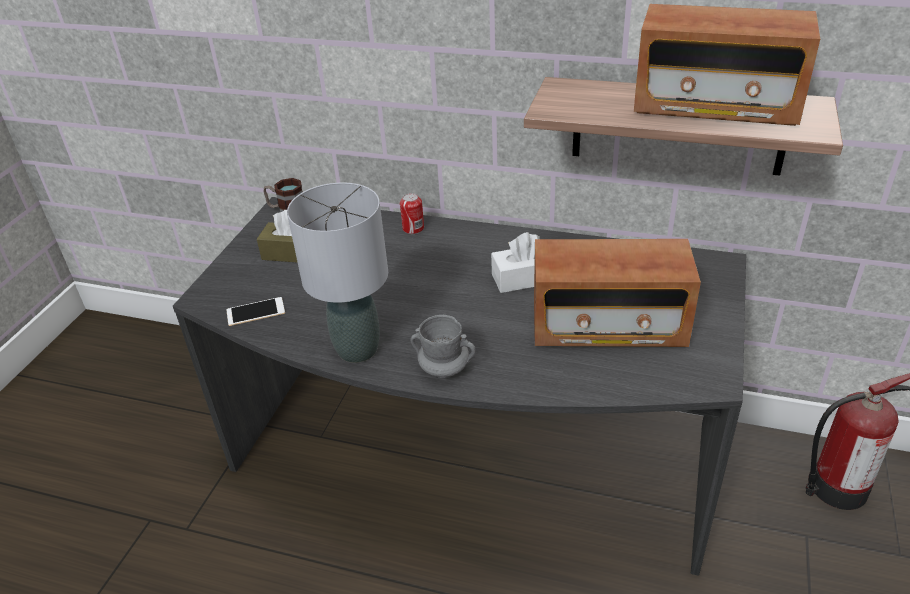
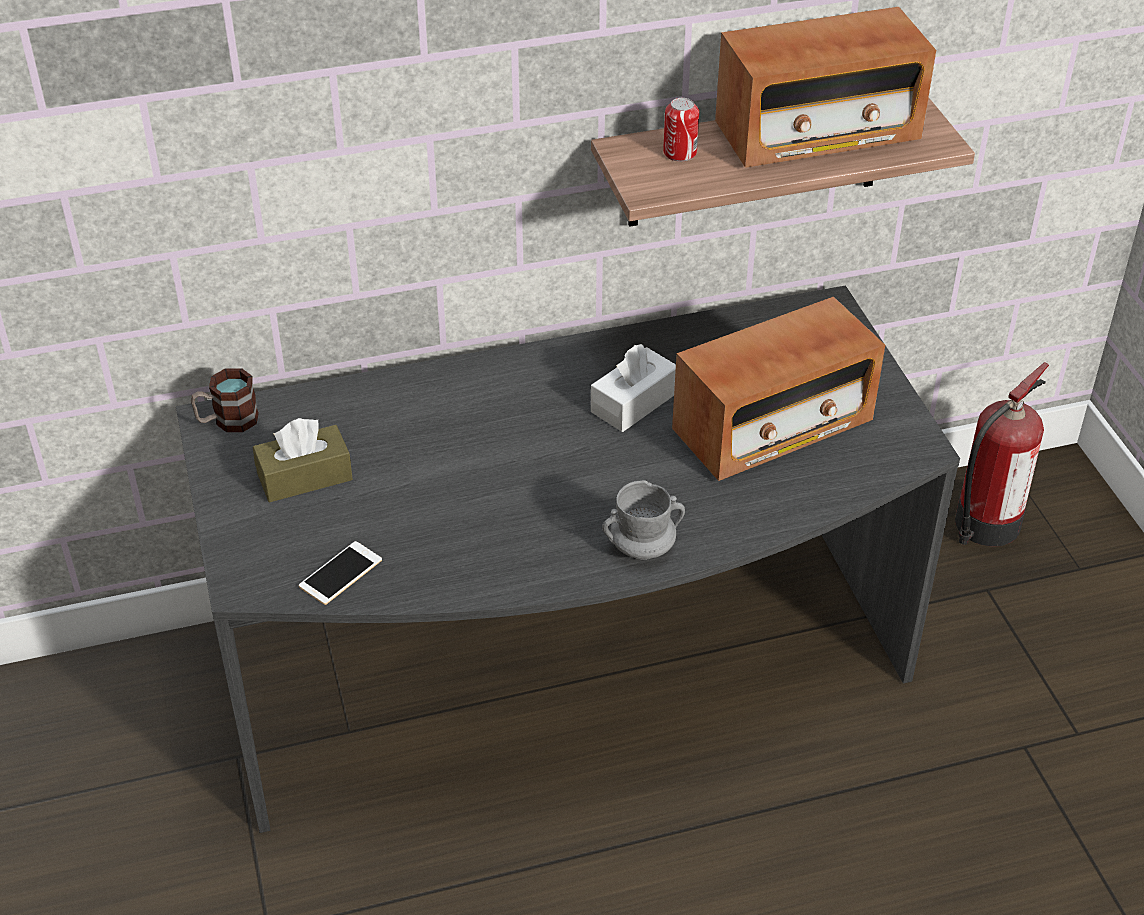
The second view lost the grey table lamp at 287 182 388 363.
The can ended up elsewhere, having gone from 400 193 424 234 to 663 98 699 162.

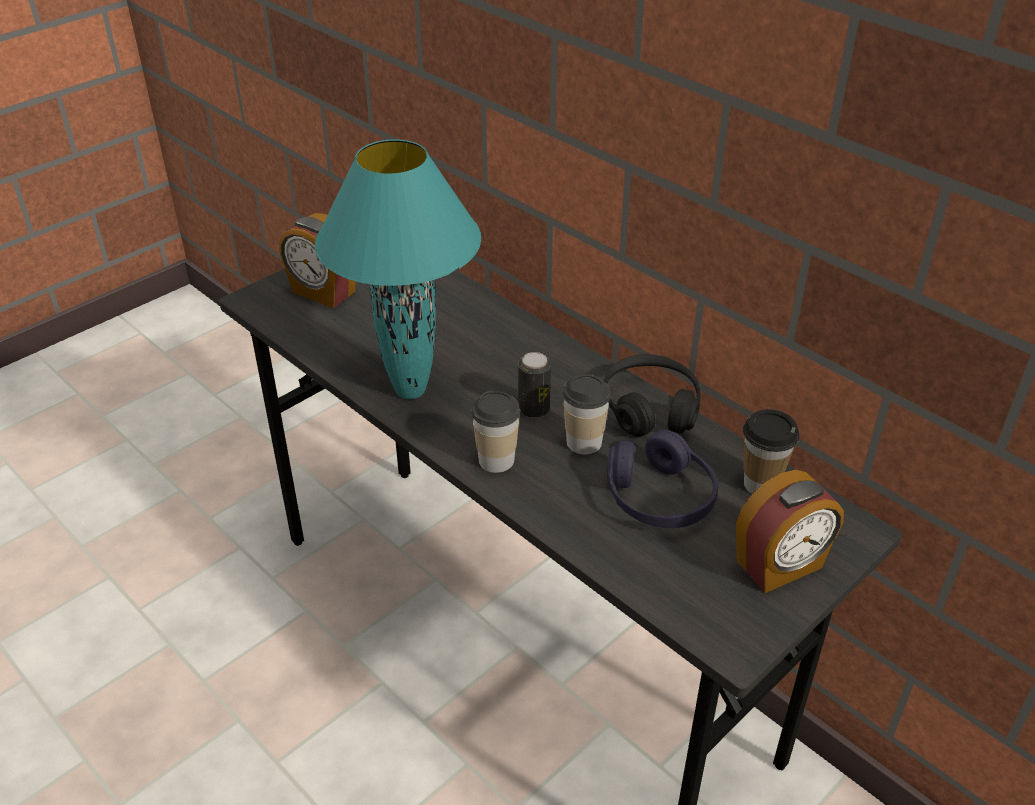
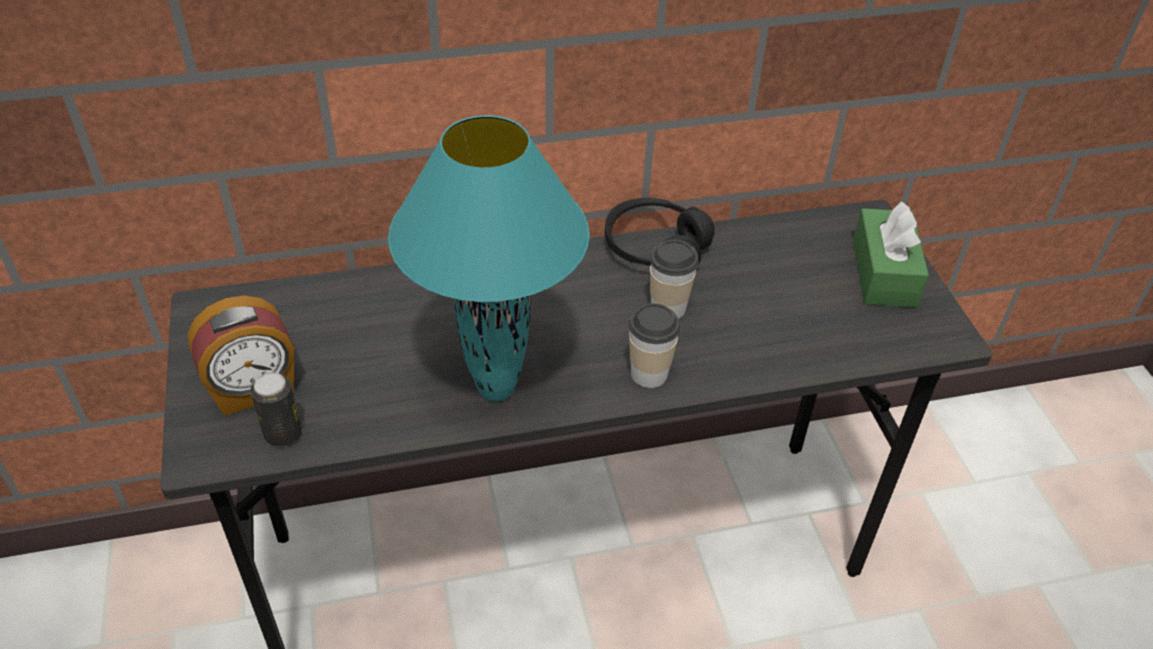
The second view lost the purple headphones at 607 430 718 528.
The second view lost the cup at 743 409 799 493.
The can ended up elsewhere, having gone from 518 352 551 418 to 250 372 302 446.
Where the alarm clock stood at 736 470 844 593, the green tissue box came to stand at 853 201 929 308.

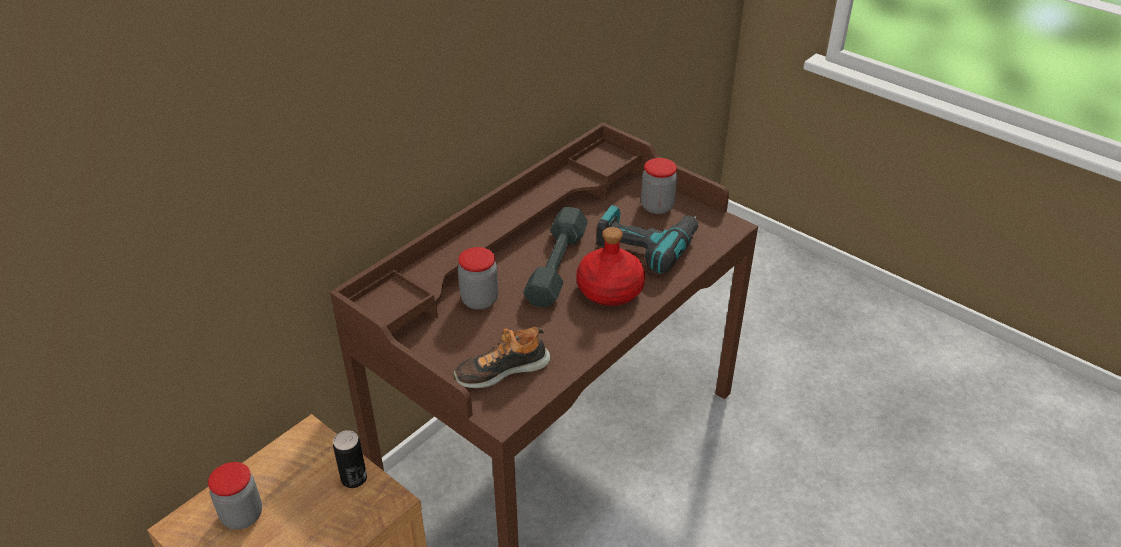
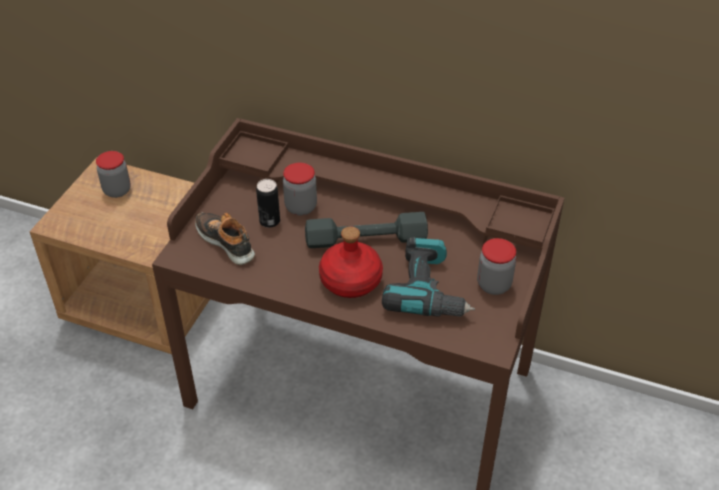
The can ended up elsewhere, having gone from 333 430 367 488 to 256 179 280 228.

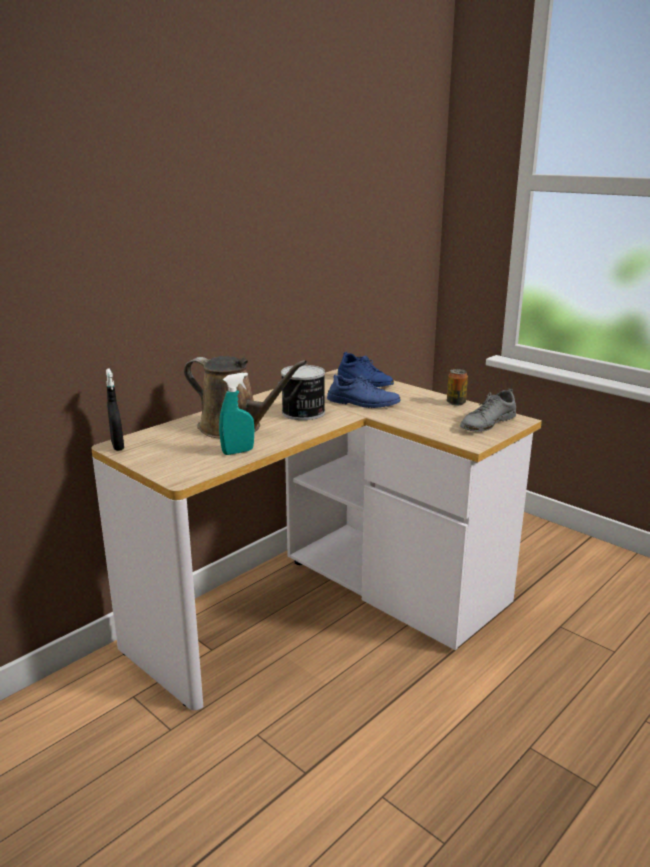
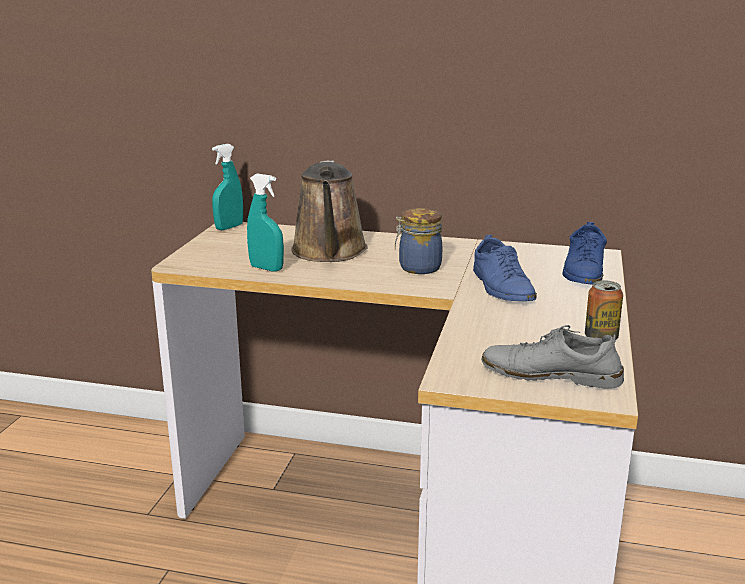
Where the can stood at 281 365 325 420, the jar came to stand at 395 208 442 274.
What was the black spray bottle at 106 368 124 451 turned into the turquoise spray bottle at 212 144 243 231.

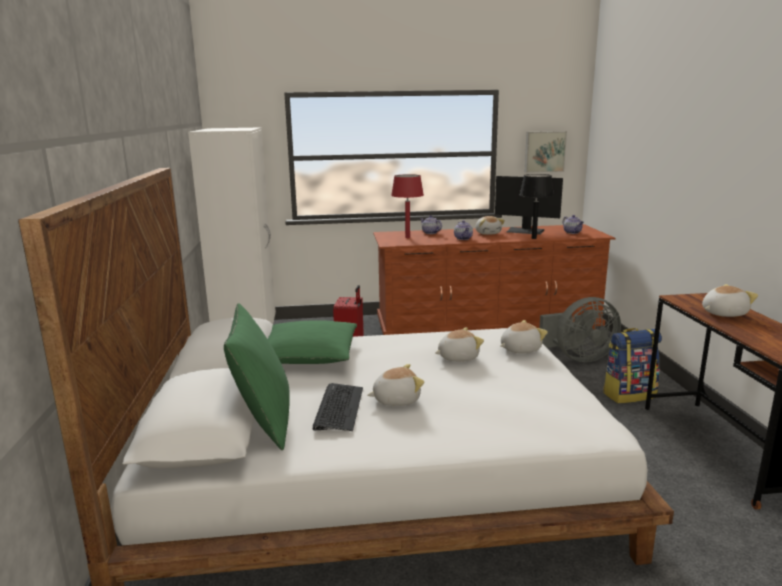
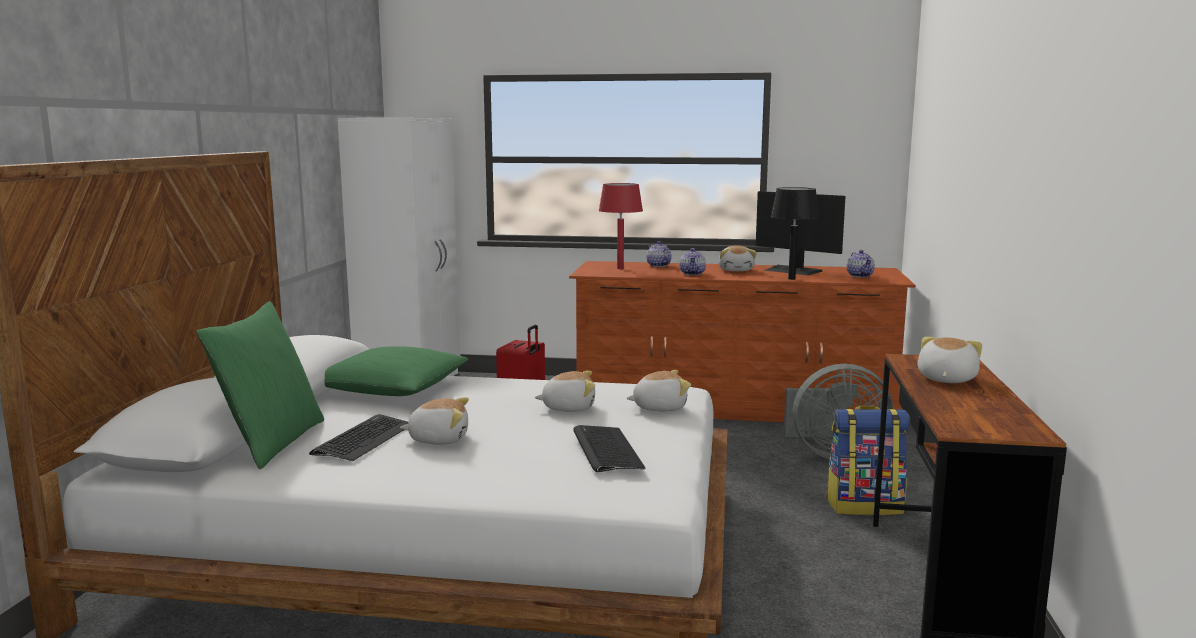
The second view lost the picture at 525 131 567 173.
The second view gained the keyboard at 573 425 645 472.
The plush toy at 702 284 758 317 ended up facing another way, 60 degrees counterclockwise from before.

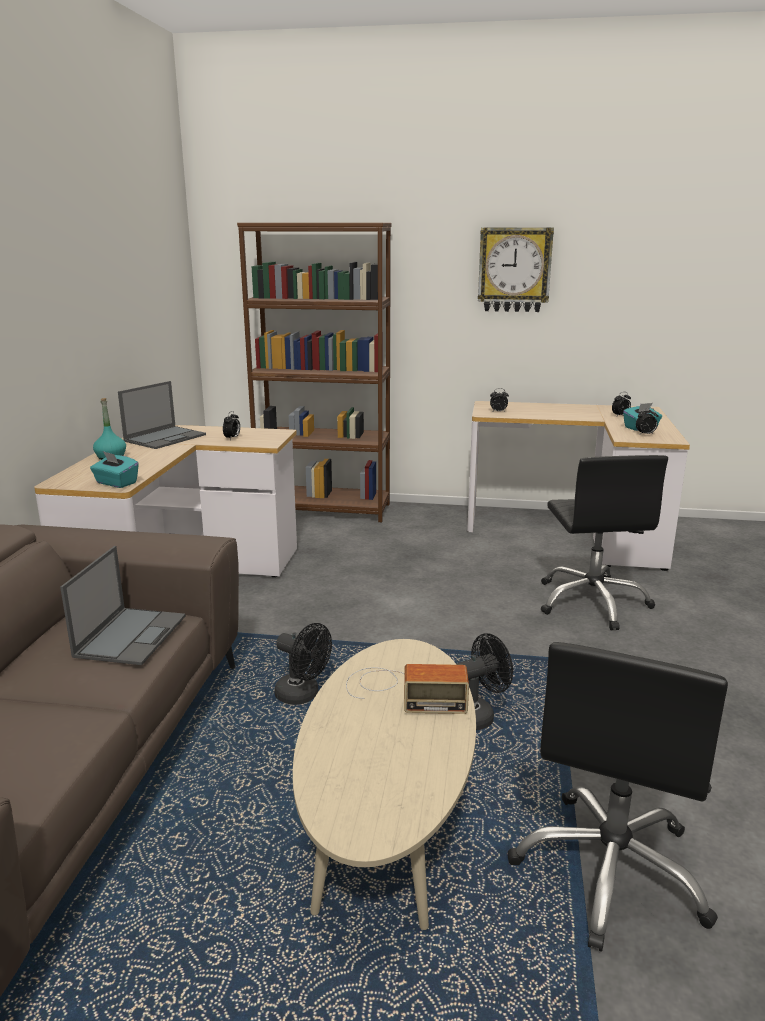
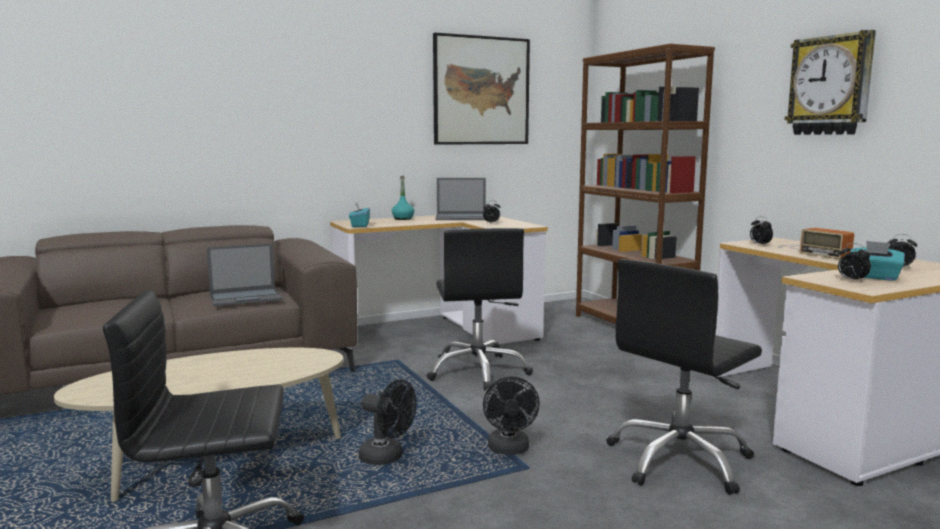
The second view gained the black office chair at 427 228 533 391.
The second view gained the picture at 433 33 530 145.
The black fan ended up elsewhere, having gone from 275 623 332 705 to 483 377 540 455.
The radio ended up elsewhere, having gone from 346 664 469 714 to 778 228 854 259.

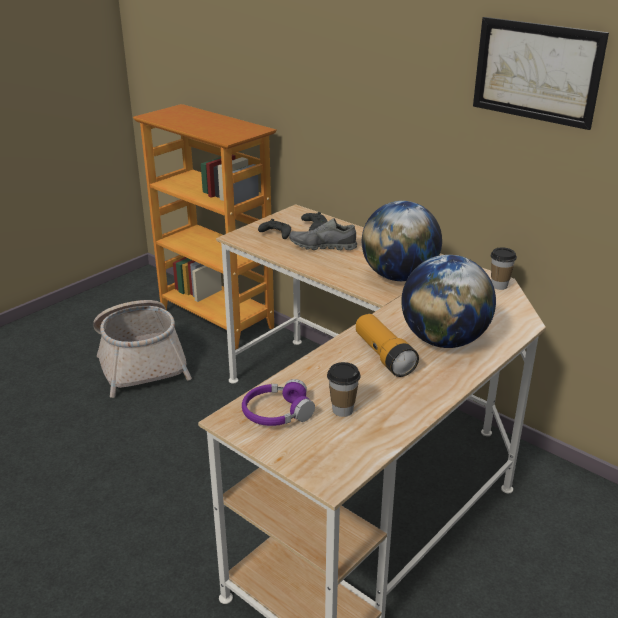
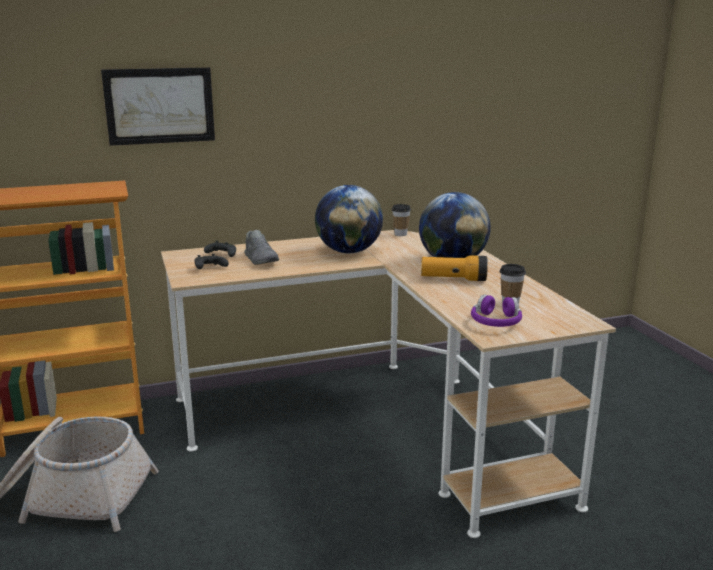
The picture ended up elsewhere, having gone from 473 17 609 130 to 101 67 215 146.
The grey shoe at 289 218 357 250 ended up facing another way, 60 degrees counterclockwise from before.

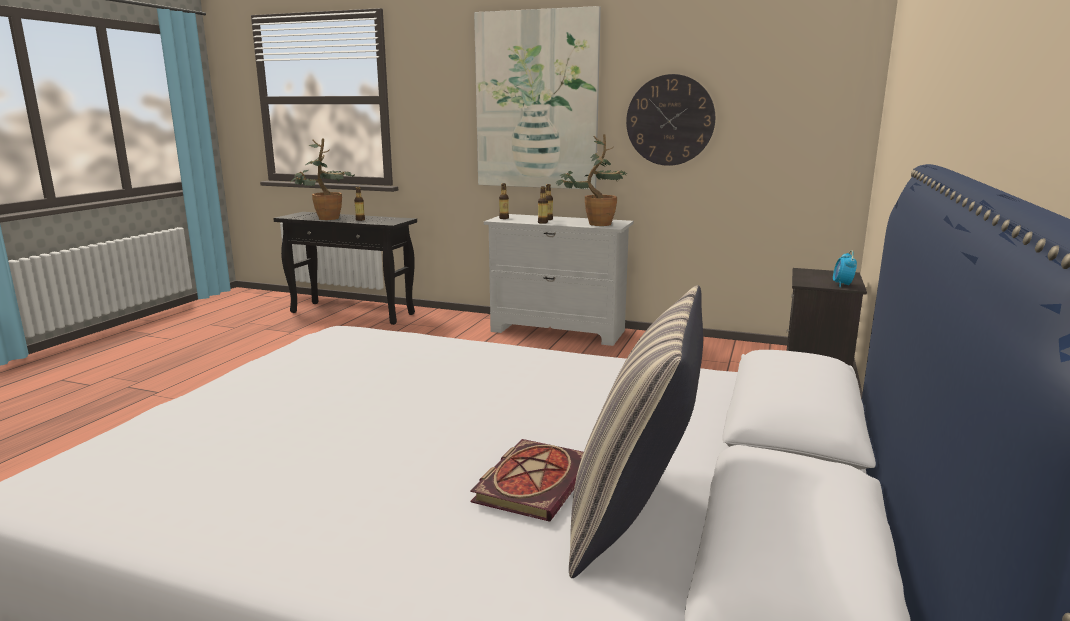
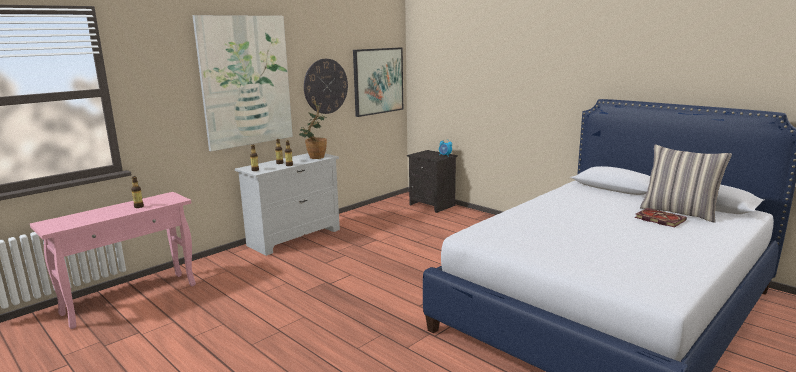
The second view lost the potted plant at 291 138 355 220.
The second view gained the picture at 353 47 403 117.
What was the black console table at 273 212 417 325 turned into the pink console table at 30 192 196 329.

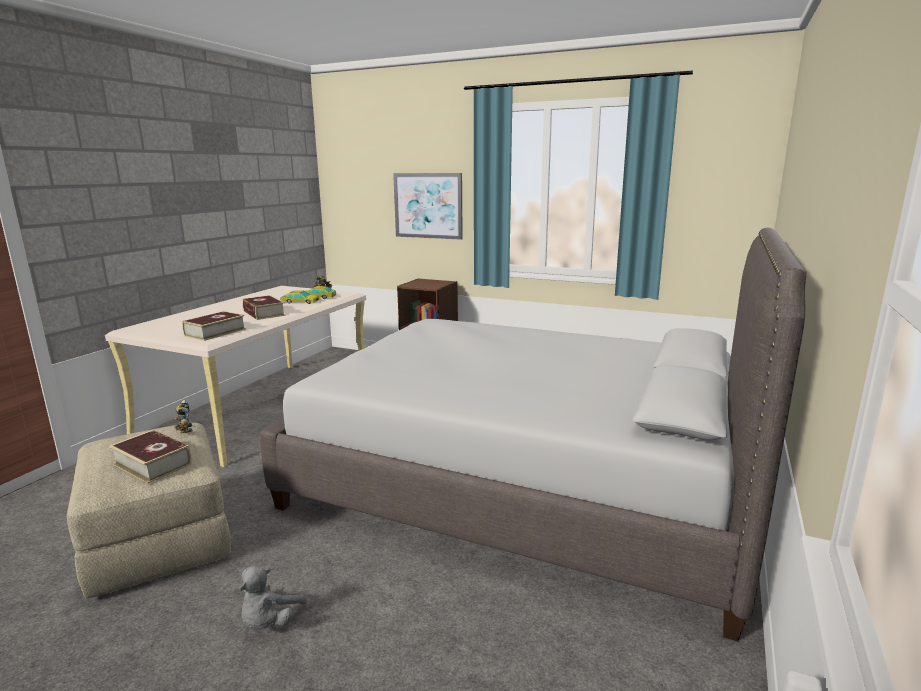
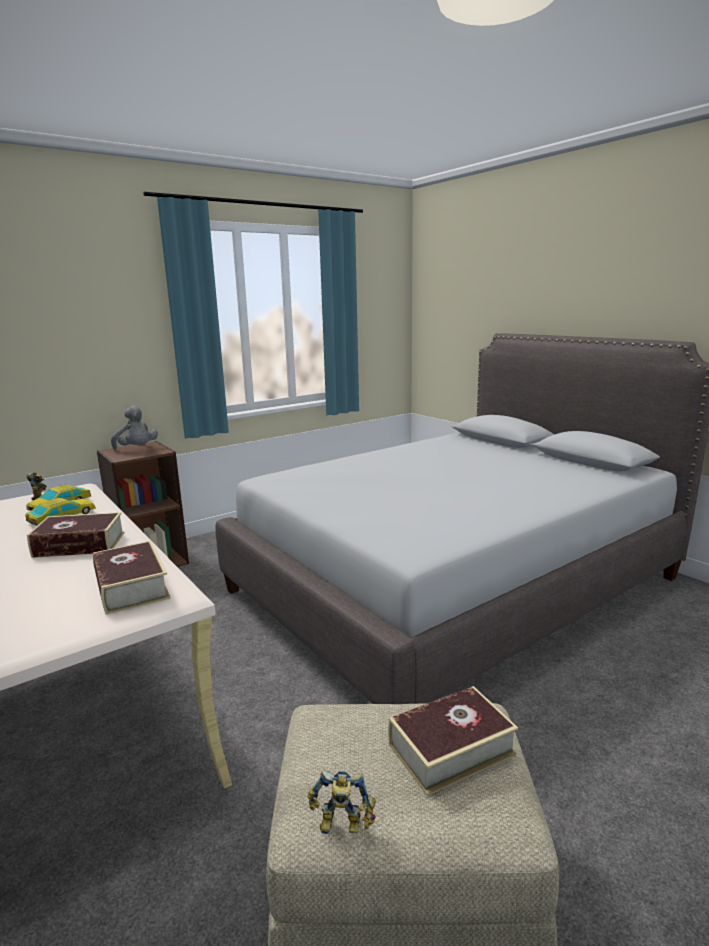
The second view lost the picture at 393 173 463 240.
The toy robot ended up elsewhere, having gone from 174 400 193 433 to 307 770 376 834.
The grey plush toy ended up elsewhere, having gone from 239 566 307 629 to 111 406 158 449.

